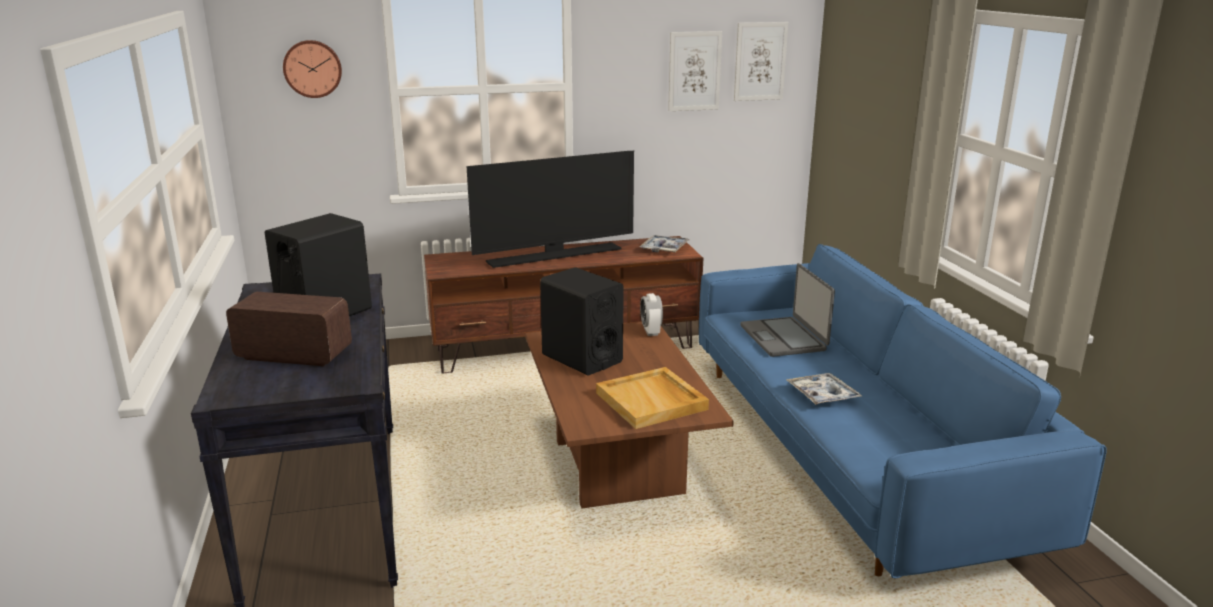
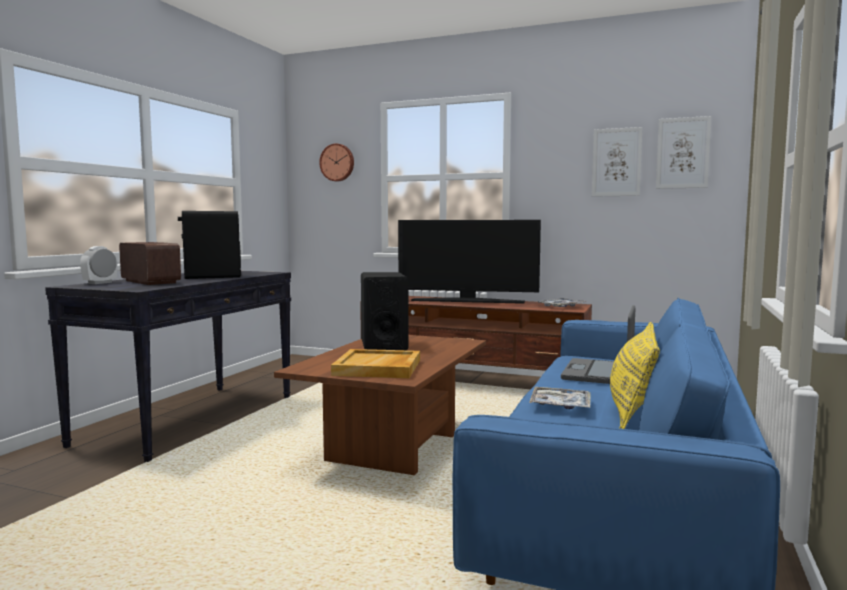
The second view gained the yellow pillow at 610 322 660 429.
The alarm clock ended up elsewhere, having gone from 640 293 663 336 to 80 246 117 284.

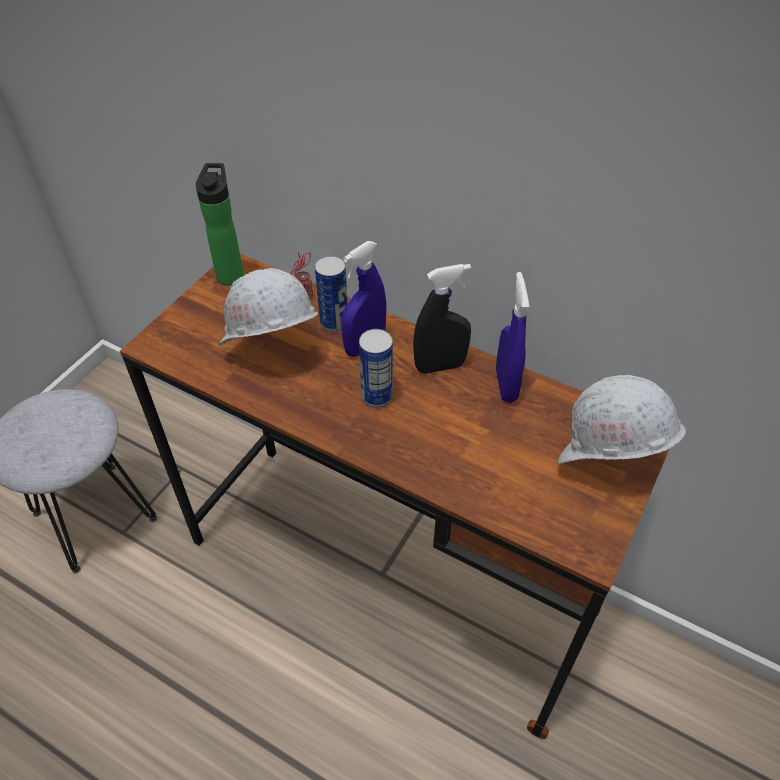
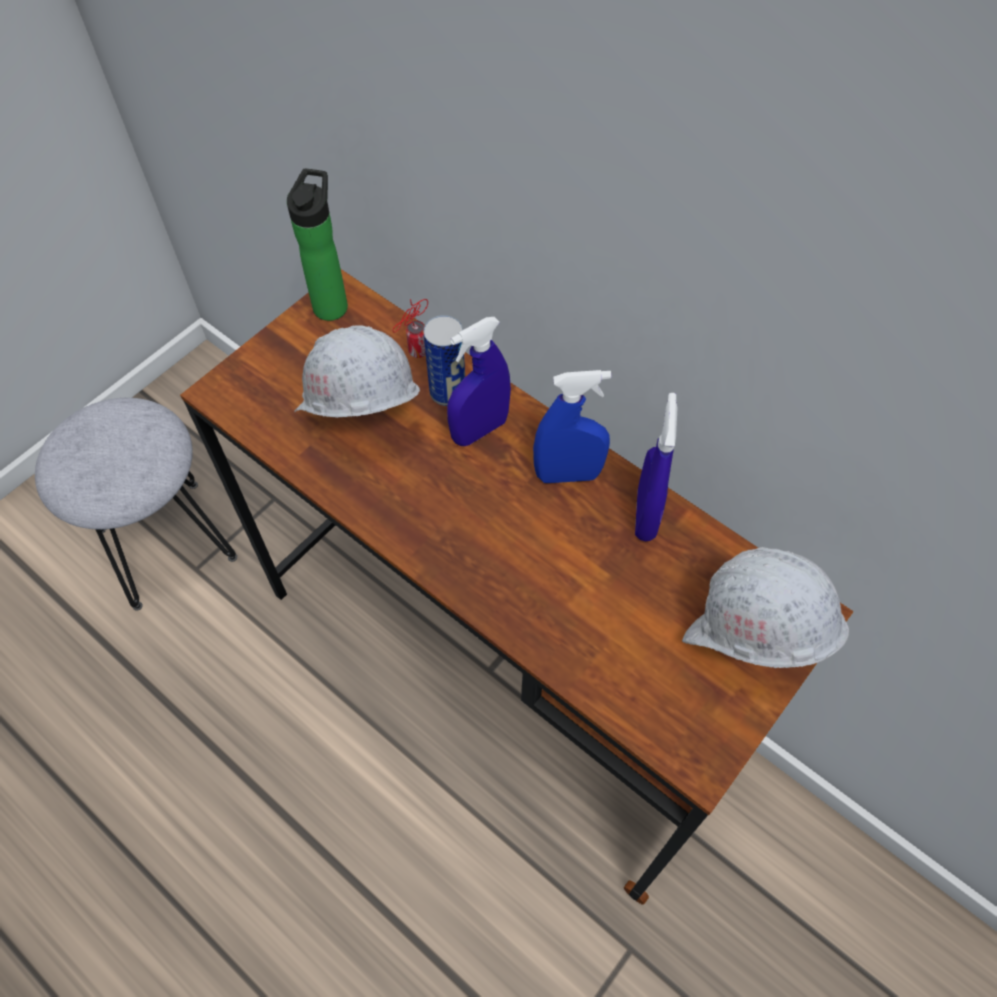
The second view lost the can at 359 329 393 408.
What was the black spray bottle at 413 264 471 374 turned into the blue spray bottle at 533 370 611 483.

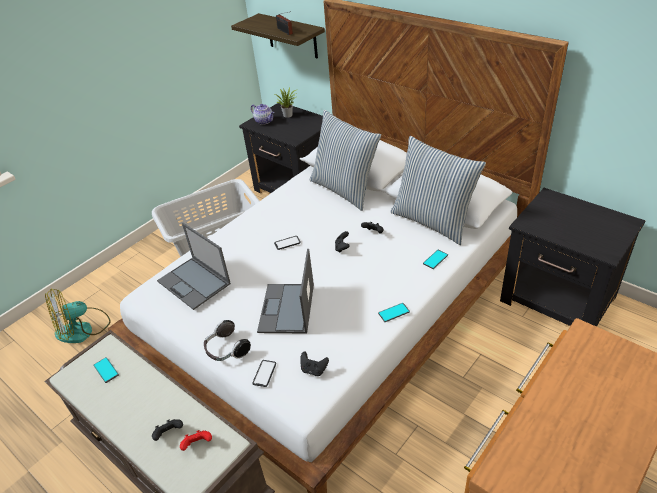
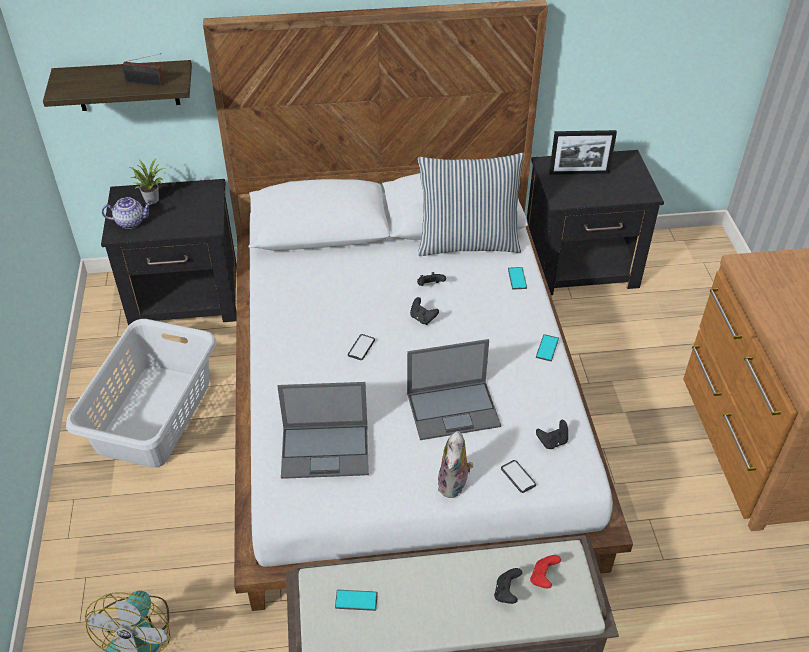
The second view lost the pillow at 310 110 381 211.
The second view gained the picture frame at 549 130 617 175.
Where the headphones stood at 204 320 251 361, the plush toy came to stand at 438 431 473 498.
The laptop at 257 249 314 333 ended up facing another way, 60 degrees counterclockwise from before.

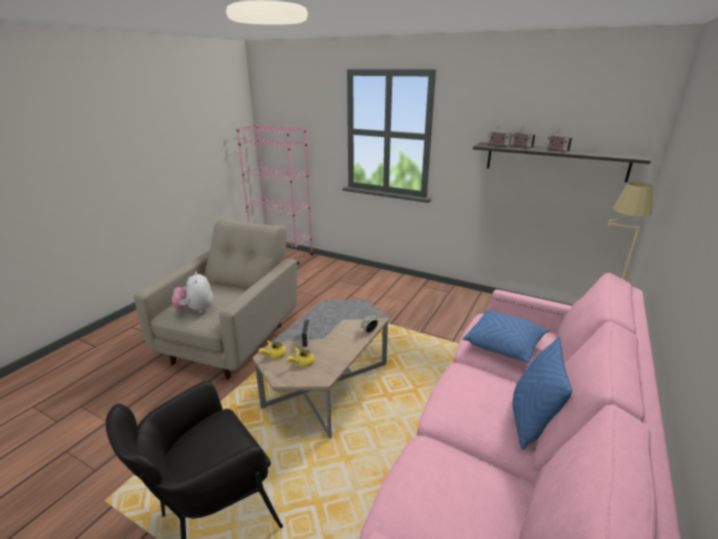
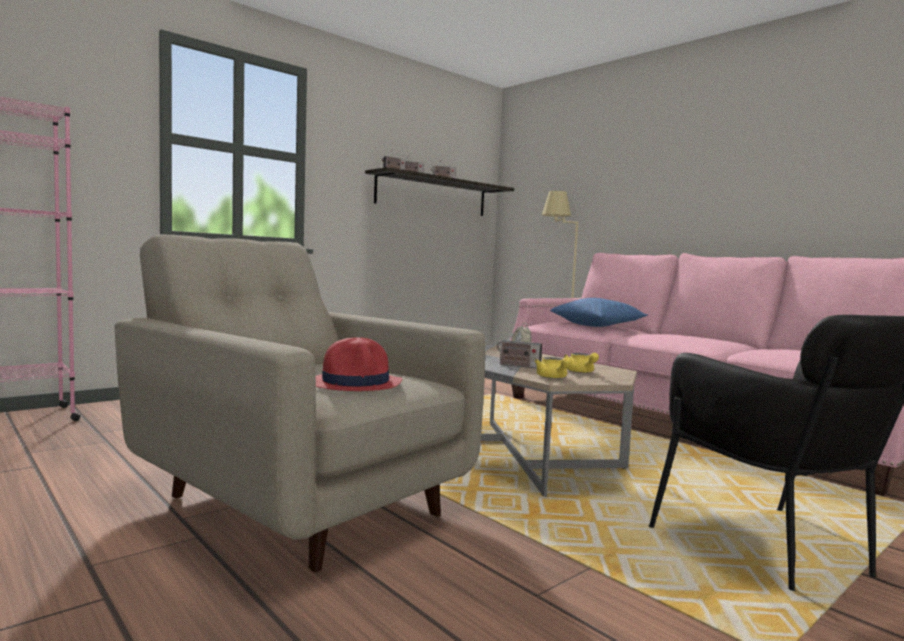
The second view lost the blue pillow at 513 337 572 450.
Where the plush toy stood at 172 272 214 313, the red hat came to stand at 316 337 402 391.

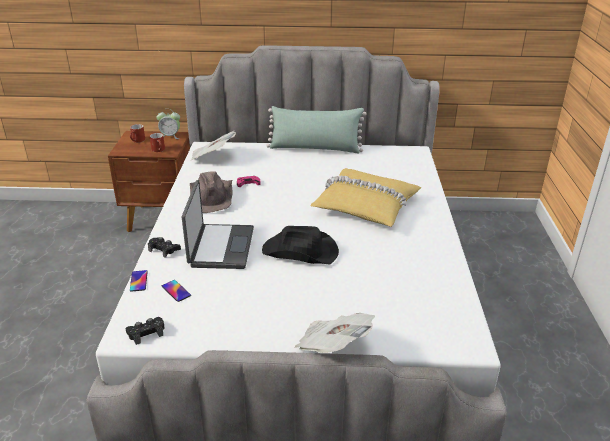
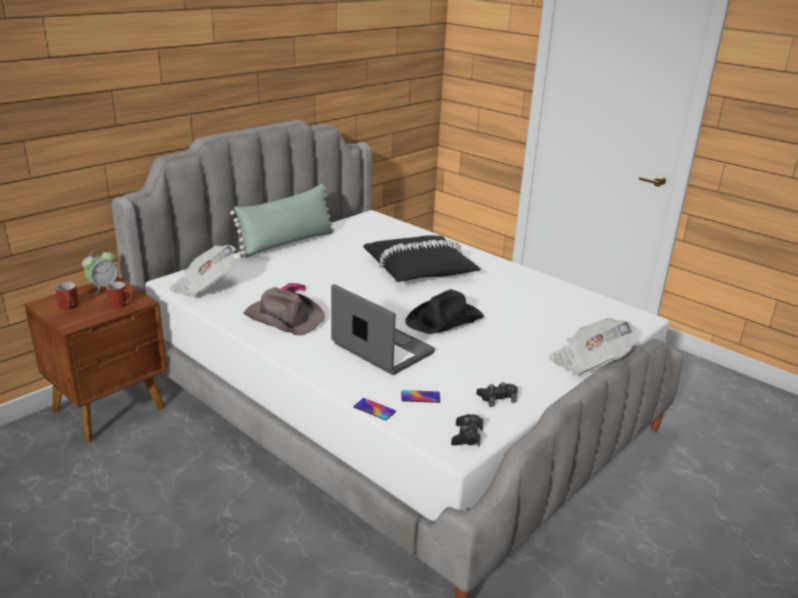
The black game controller ended up elsewhere, having gone from 148 237 181 258 to 477 382 518 407.
What was the yellow pillow at 310 168 422 227 turned into the black pillow at 363 235 481 282.

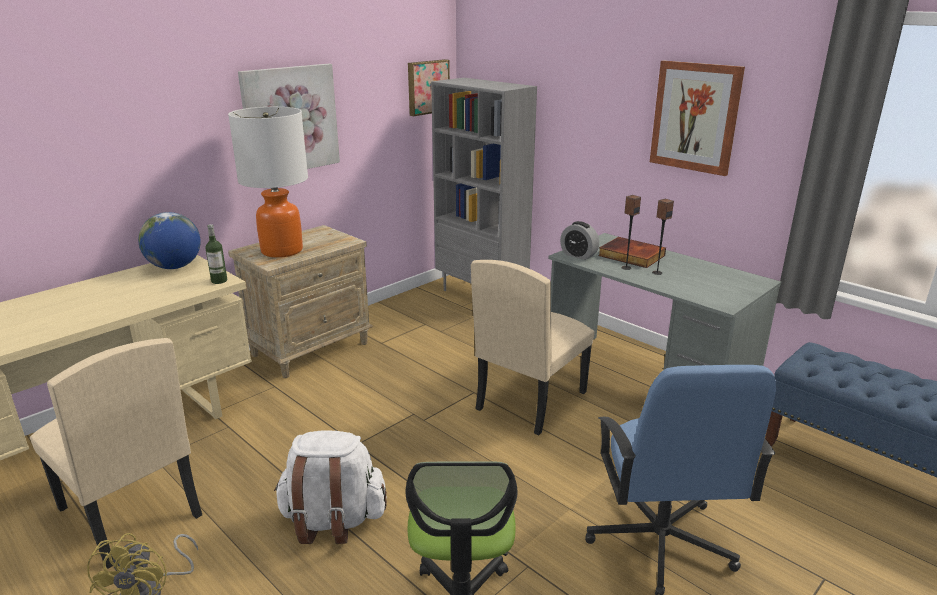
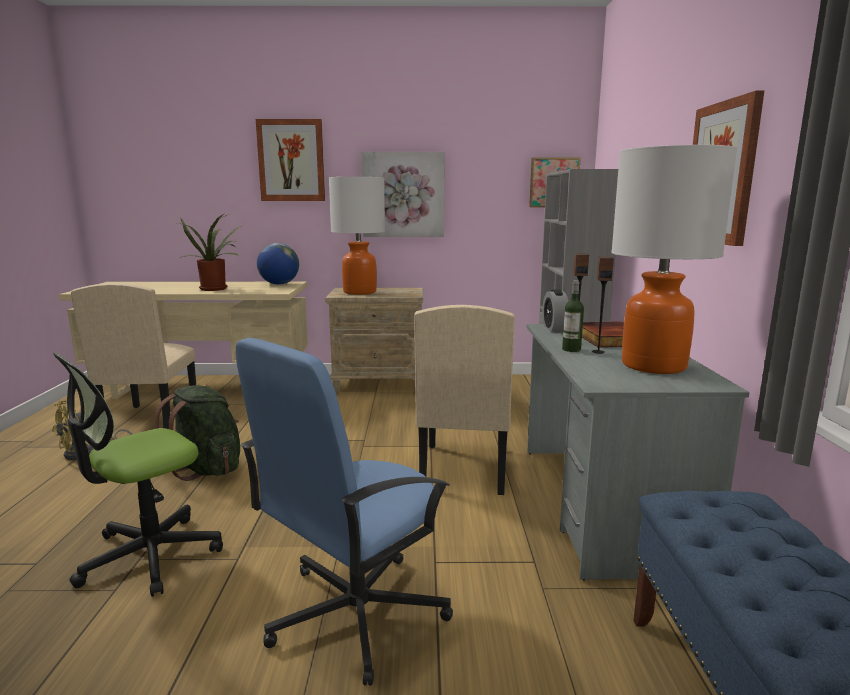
The second view gained the potted plant at 178 213 242 291.
The second view gained the picture at 256 119 325 201.
The second view gained the table lamp at 611 145 737 374.
The bottle ended up elsewhere, having gone from 205 224 227 284 to 562 280 584 352.
What was the white backpack at 274 430 387 544 turned into the green backpack at 155 385 240 481.
The beige chair at 471 260 594 435 ended up facing another way, 75 degrees counterclockwise from before.

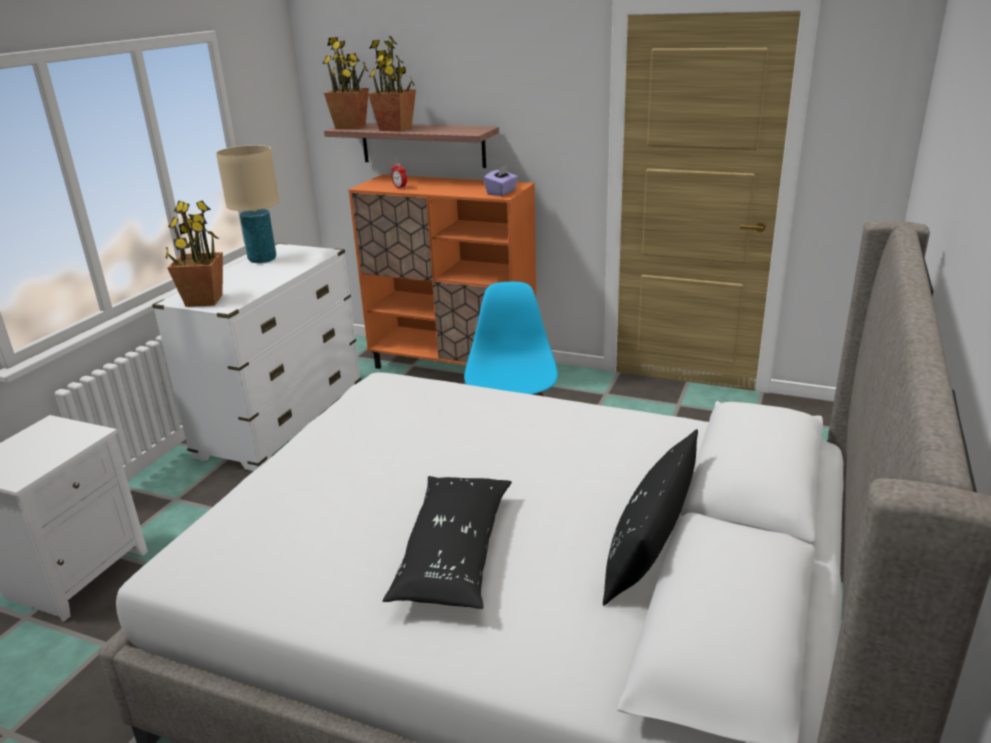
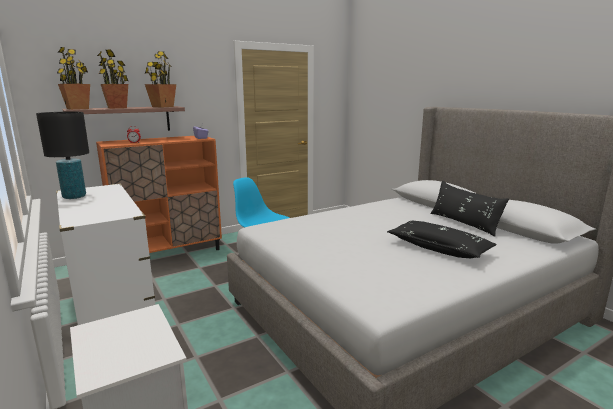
The potted plant ended up elsewhere, having gone from 165 200 223 307 to 145 51 176 107.
What was the beige table lamp at 216 145 279 263 turned into the black table lamp at 36 112 89 199.

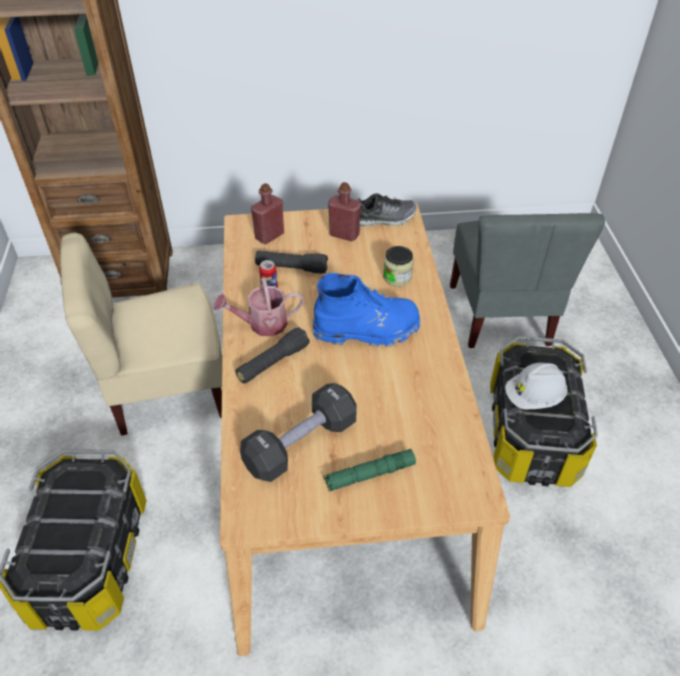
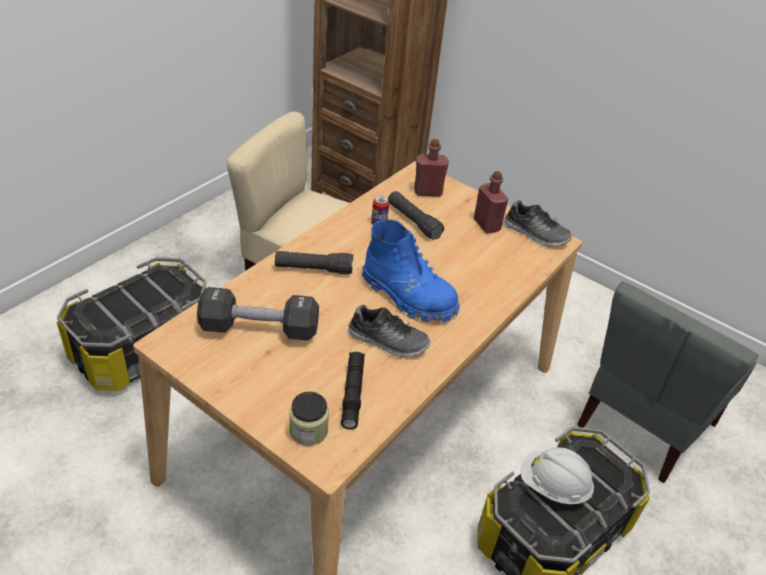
The second view lost the watering can at 214 277 304 336.
The second view lost the green flashlight at 323 449 416 491.
The second view gained the black flashlight at 341 352 365 430.
The second view gained the shoe at 347 305 430 359.
The jar ended up elsewhere, having gone from 383 246 414 287 to 289 392 329 446.

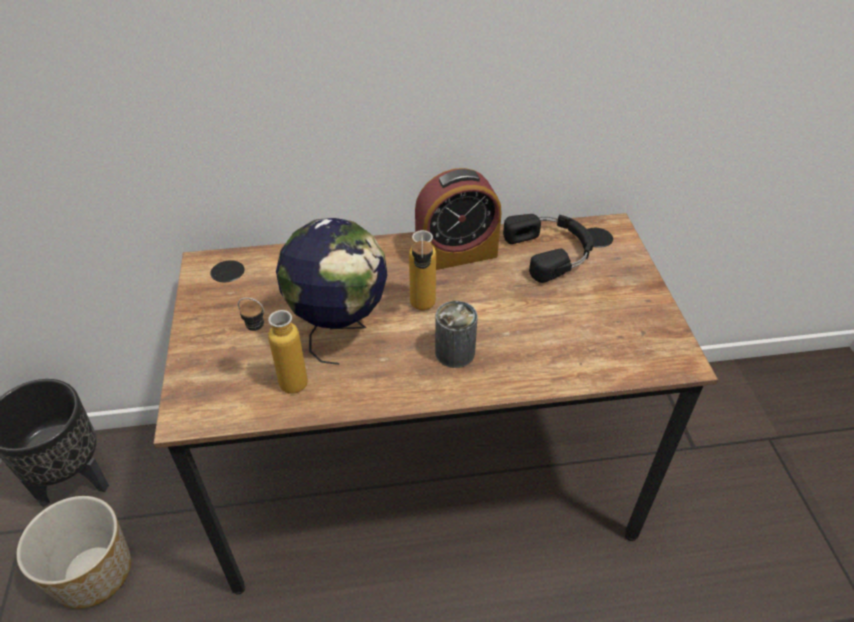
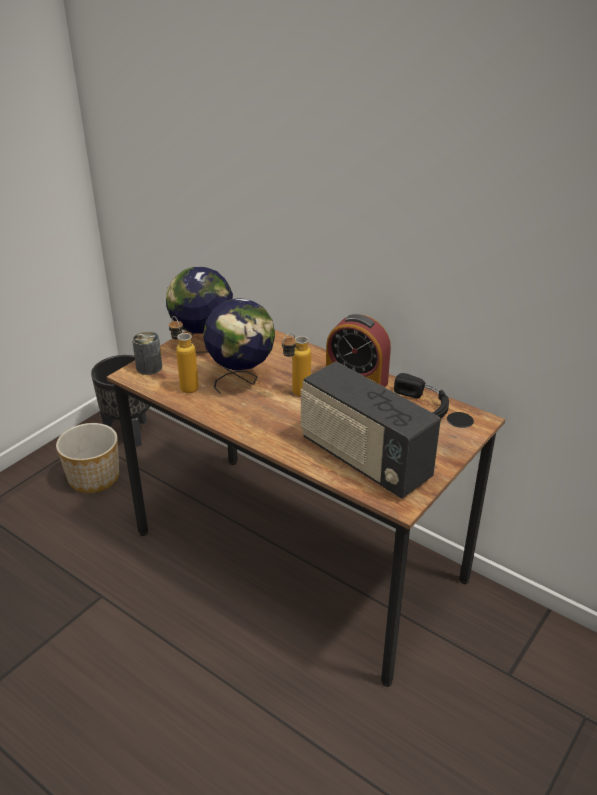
The second view gained the globe at 166 267 233 353.
The second view gained the radio at 301 361 441 498.
The can ended up elsewhere, having gone from 435 301 478 368 to 132 331 162 375.

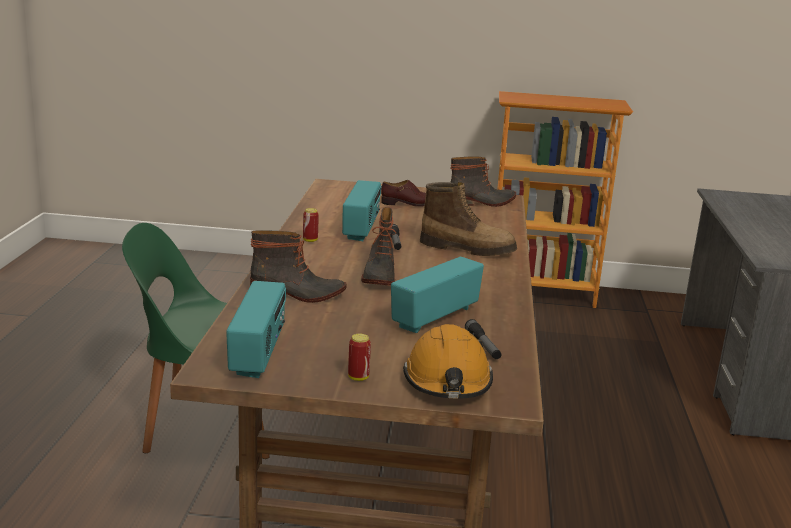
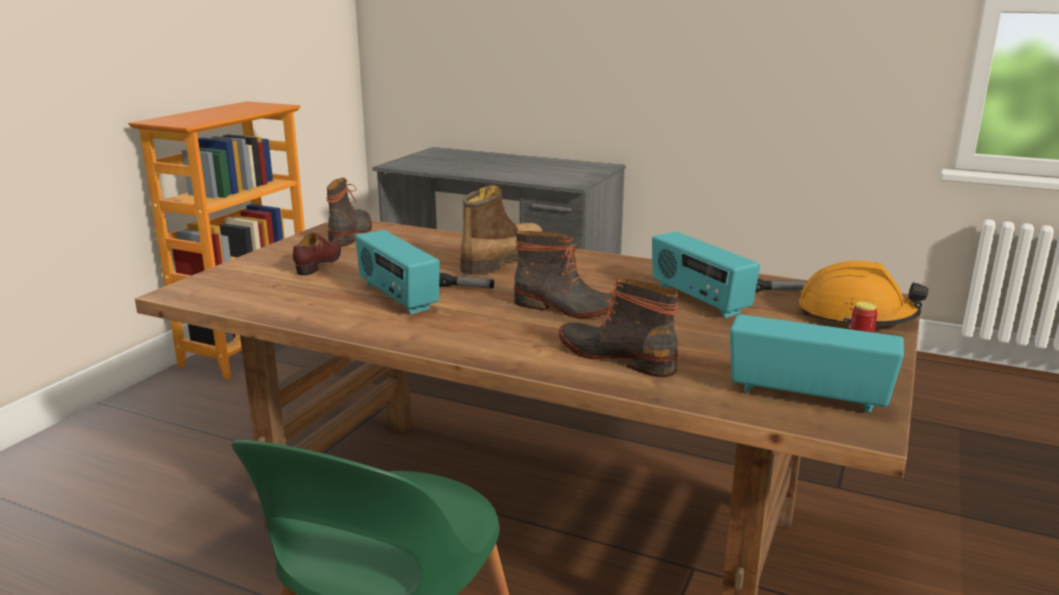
The second view lost the can at 303 208 319 242.
The boot at 250 230 347 303 ended up facing another way, 75 degrees counterclockwise from before.
The radio at 342 180 381 241 ended up facing another way, 150 degrees counterclockwise from before.

